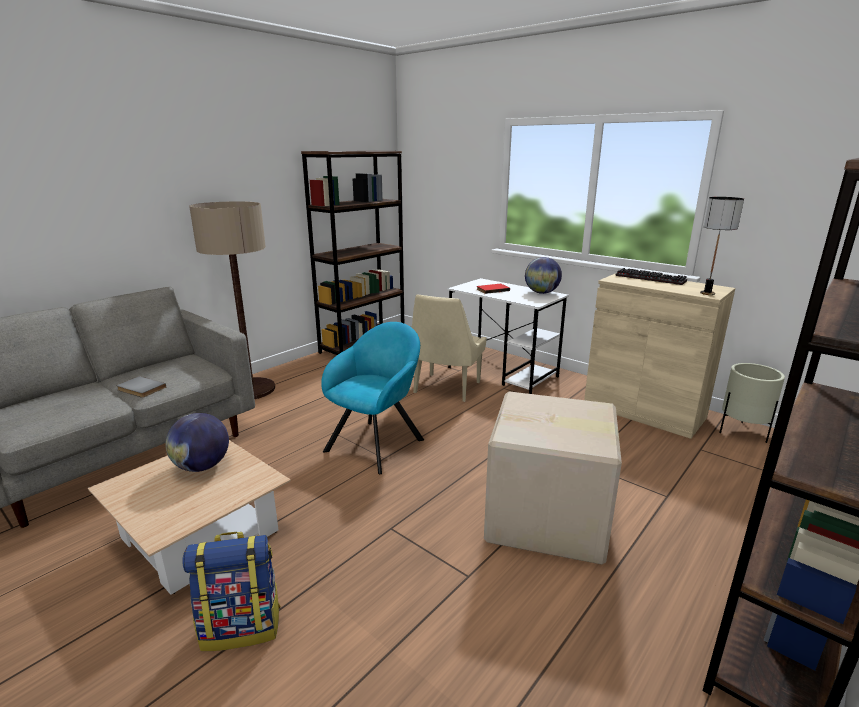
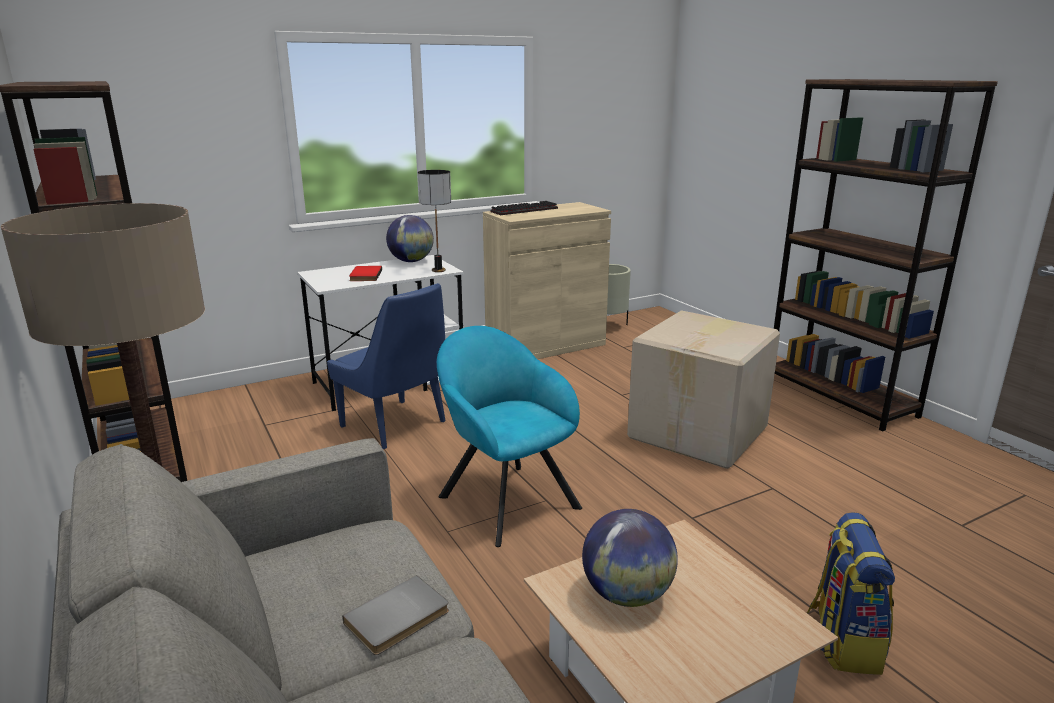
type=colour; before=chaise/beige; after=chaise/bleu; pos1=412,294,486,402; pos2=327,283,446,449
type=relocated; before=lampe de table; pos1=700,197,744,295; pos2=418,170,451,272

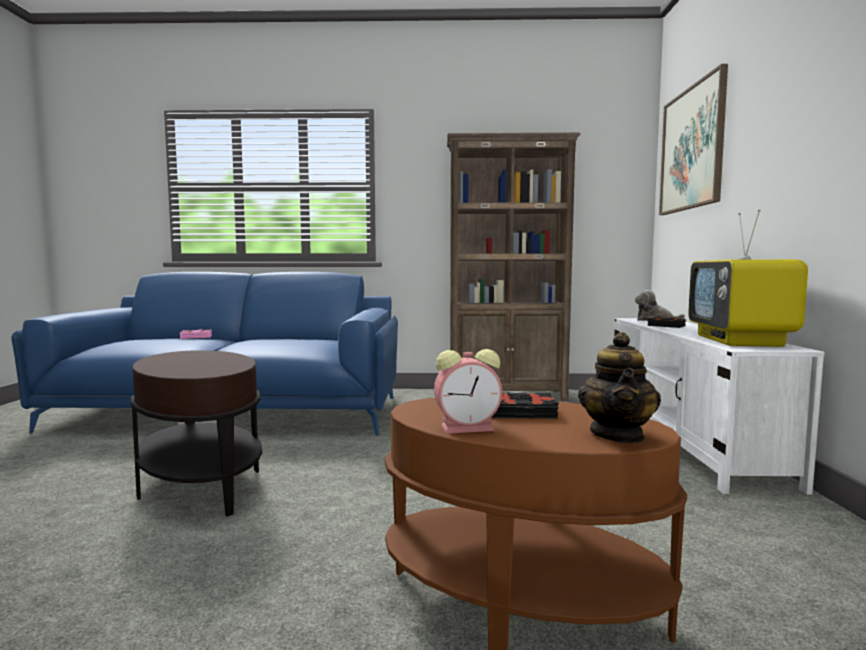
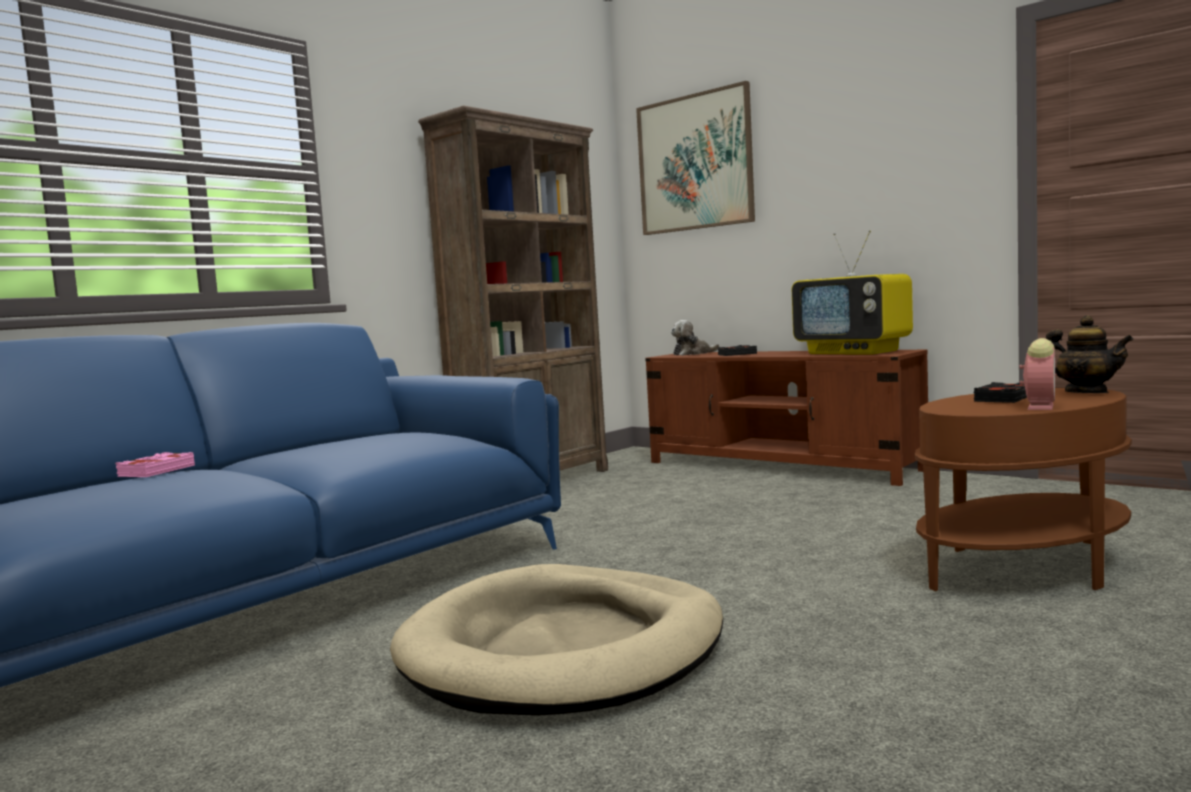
type=exchanged; before=table d'appoint/marron; after=panier pour chien/beige; pos1=131,350,262,516; pos2=390,564,723,716
type=colour; before=meuble télé/blanc; after=meuble télé/marron; pos1=614,318,825,495; pos2=645,350,928,486

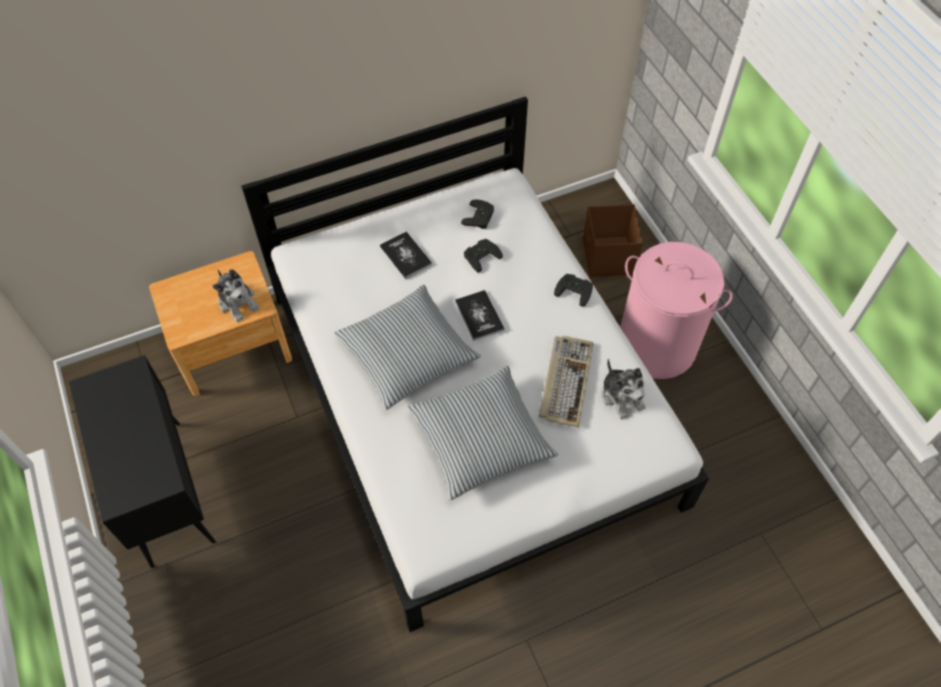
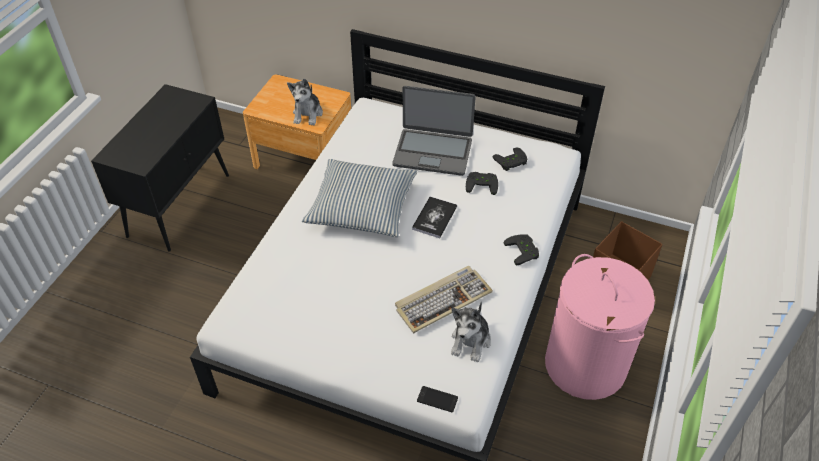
type=exchanged; before=livre; after=ordinateur portable; pos1=380,231,432,279; pos2=393,86,476,176
type=appeared; after=téléphone; pos2=417,386,458,413
type=missing; before=coussin; pos1=407,366,558,500

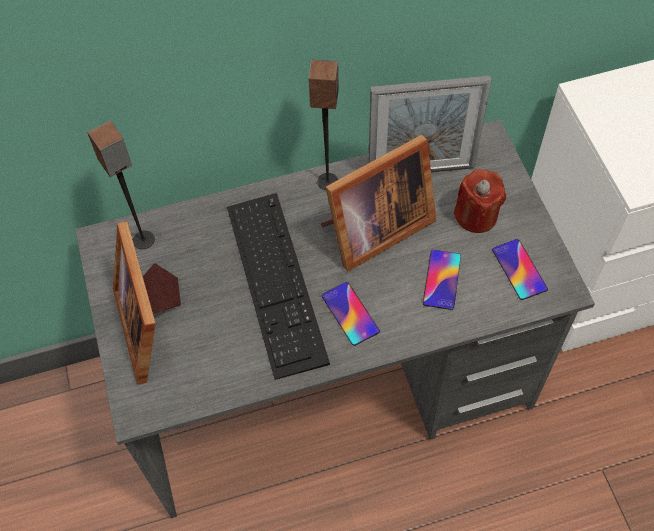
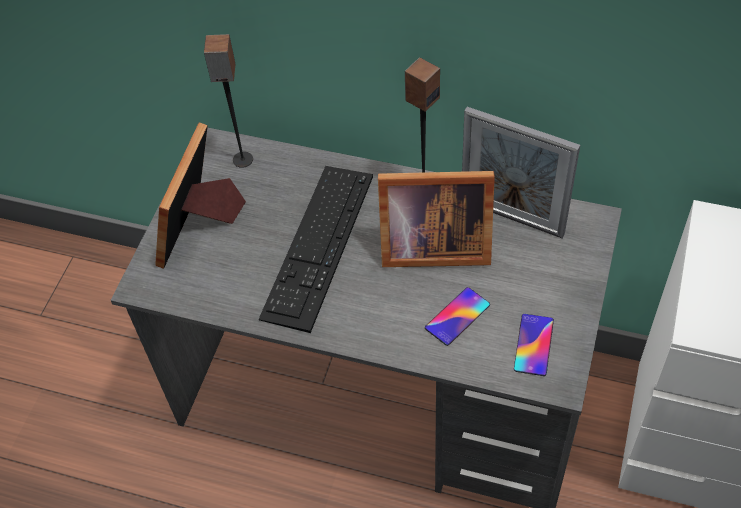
type=missing; before=téléphone; pos1=322,282,380,346
type=missing; before=bougie/rouge; pos1=454,169,506,233

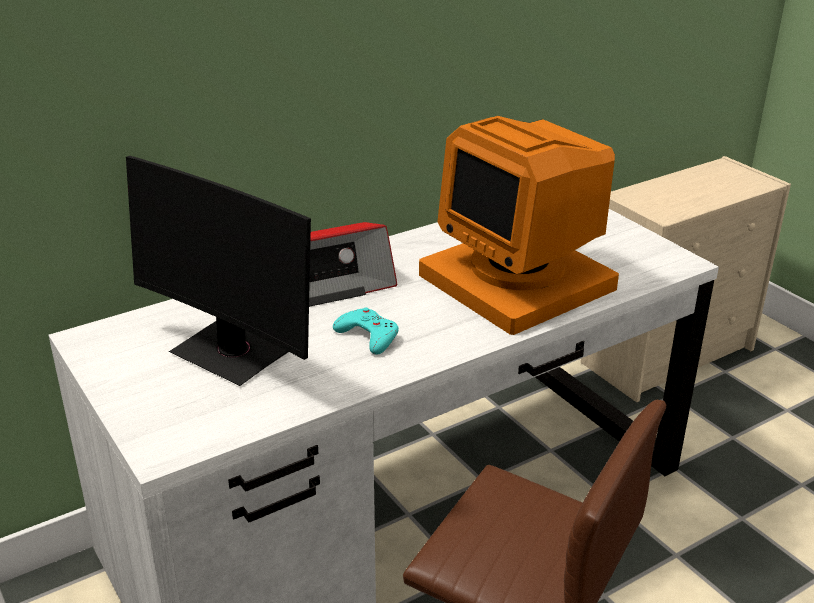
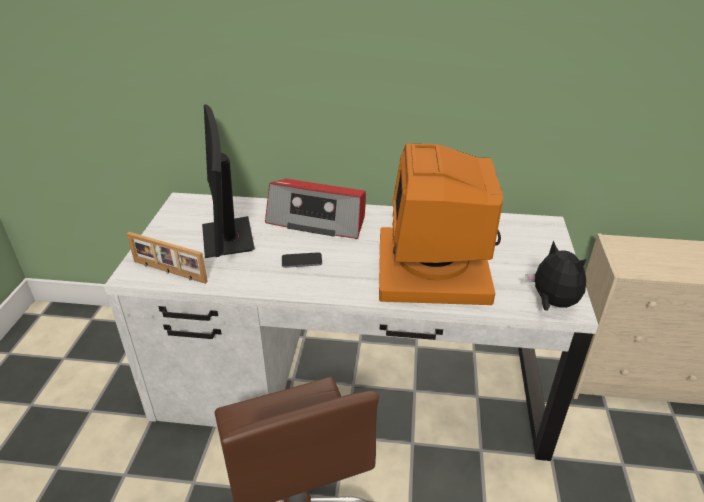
type=appeared; after=cadre photo; pos2=127,232,208,284
type=exchanged; before=manette/turquoise; after=téléphone; pos1=333,308,399,355; pos2=282,252,322,268
type=appeared; after=peluche; pos2=525,240,587,310

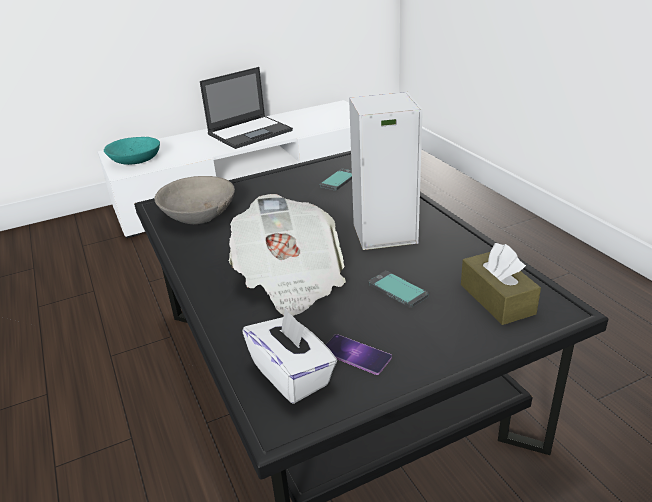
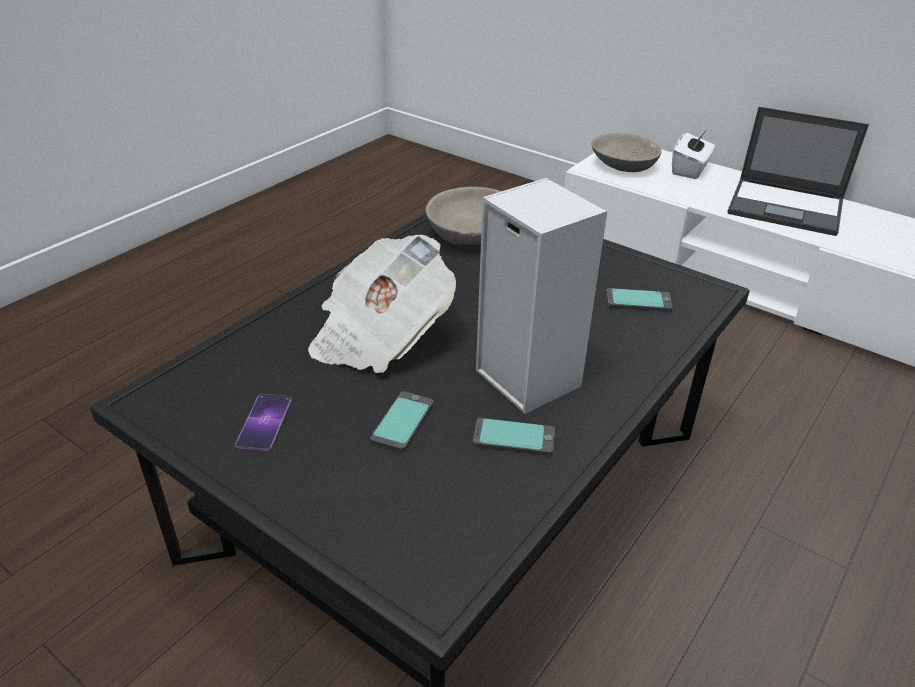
type=appeared; after=téléphone; pos2=473,418,555,456
type=colour; before=bol/turquoise; after=bol/gris; pos1=104,137,160,165; pos2=591,133,661,172
type=relocated; before=boîte à mouchoirs/blanc; pos1=243,307,337,404; pos2=672,131,715,179
type=missing; before=boîte à mouchoirs/marron; pos1=461,243,541,325

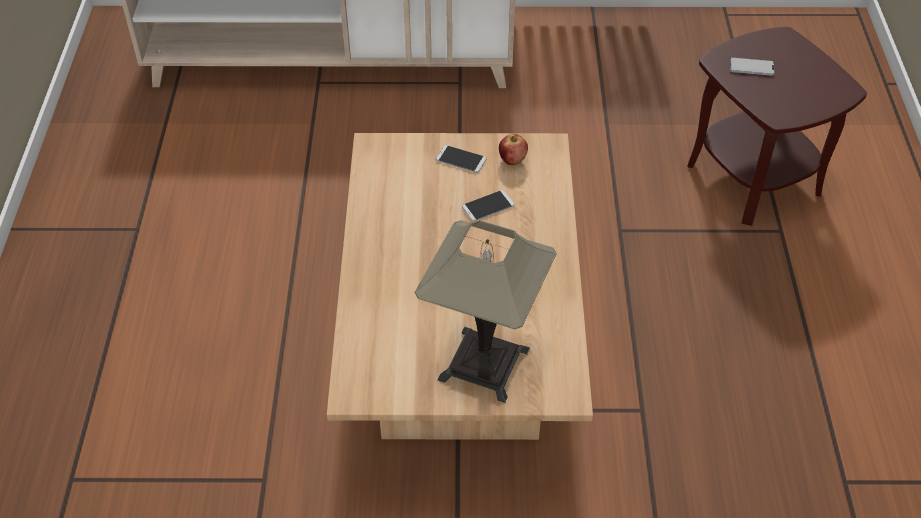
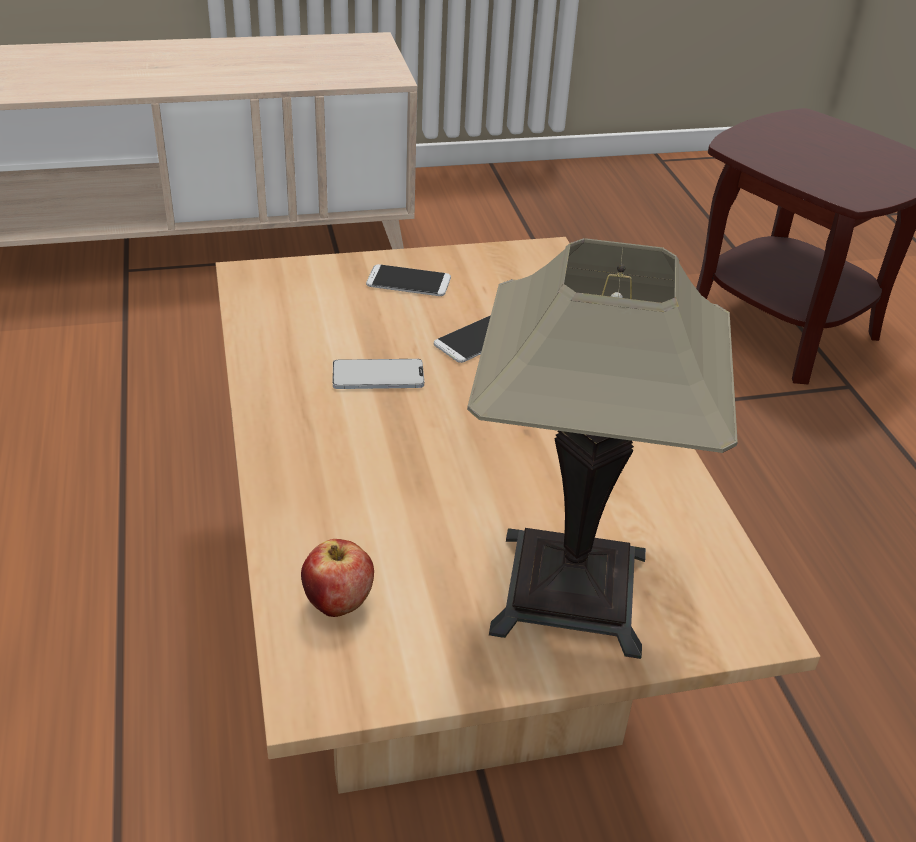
type=relocated; before=pomme; pos1=499,134,528,165; pos2=301,539,374,617
type=relocated; before=téléphone; pos1=730,57,774,76; pos2=333,359,424,389

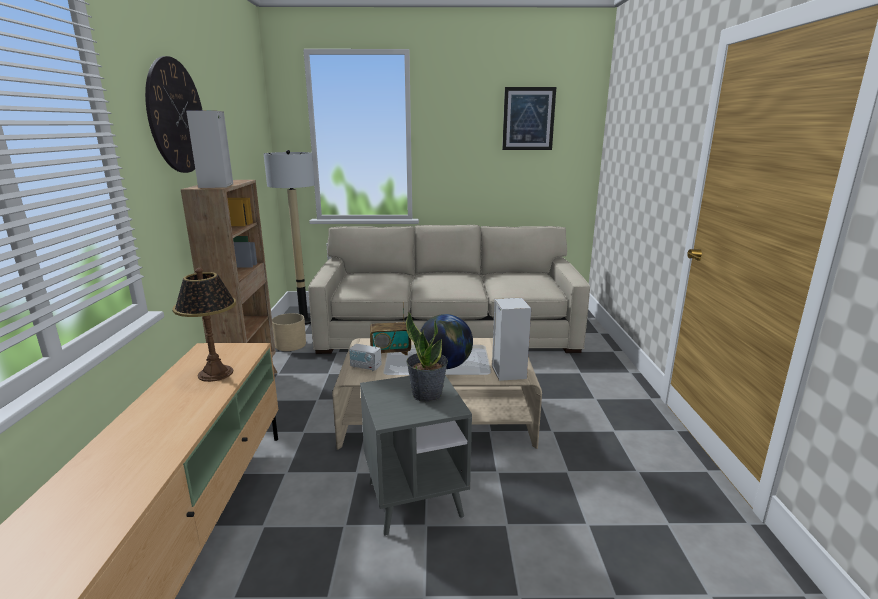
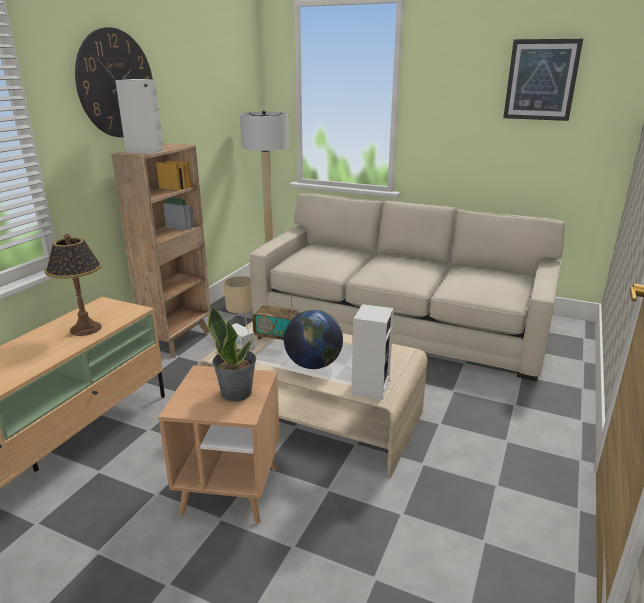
type=colour; before=table d'appoint/gris; after=table d'appoint/marron; pos1=360,375,472,536; pos2=158,365,280,524

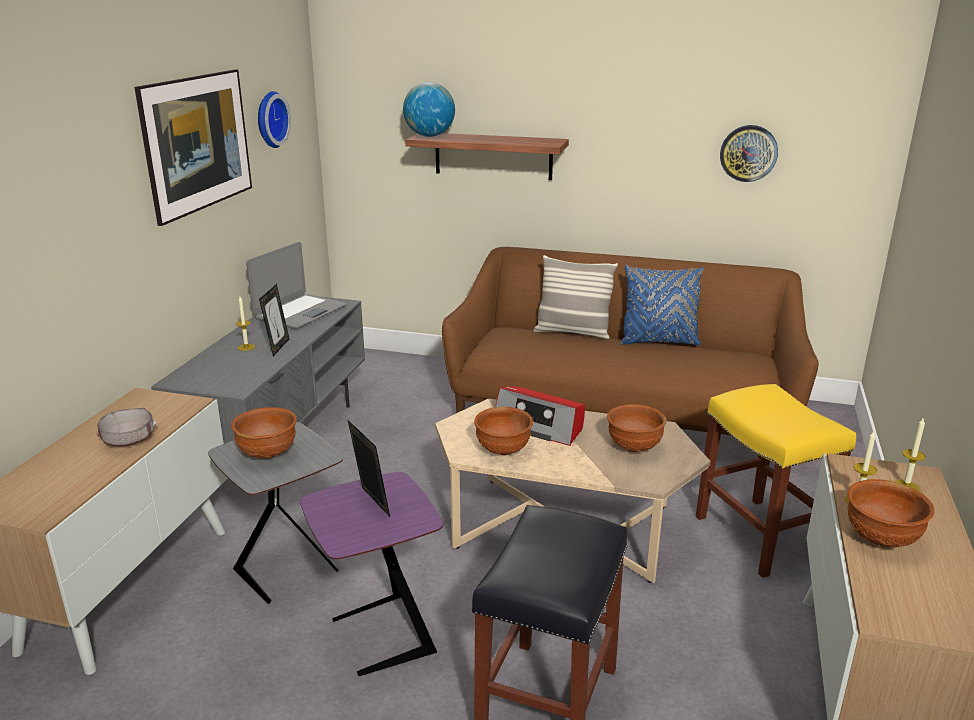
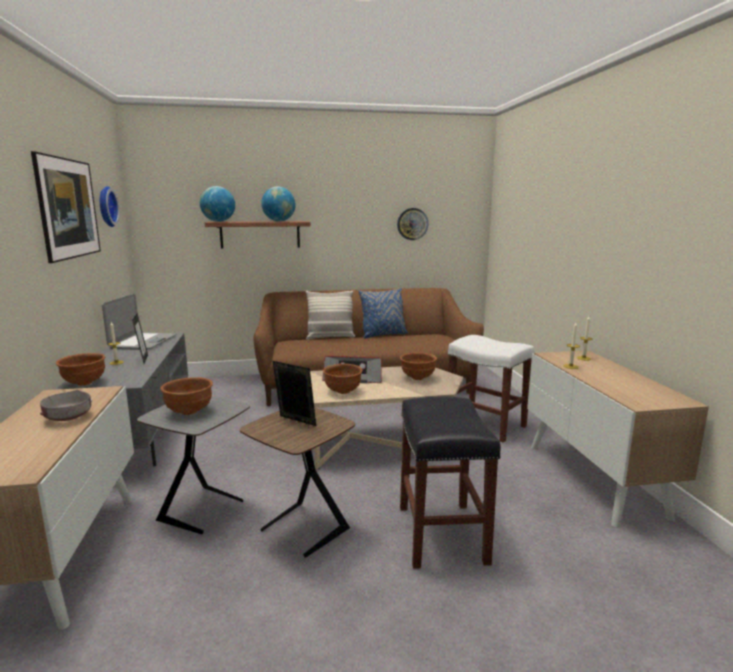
type=relocated; before=bol/marron; pos1=847,479,934,548; pos2=56,353,105,386
type=colour; before=table d'appoint/violet; after=table d'appoint/marron; pos1=300,472,443,676; pos2=240,408,355,558
type=appeared; after=globe; pos2=261,186,296,222
type=colour; before=tabouret/jaune; after=tabouret/blanc; pos1=696,384,856,578; pos2=448,335,534,443

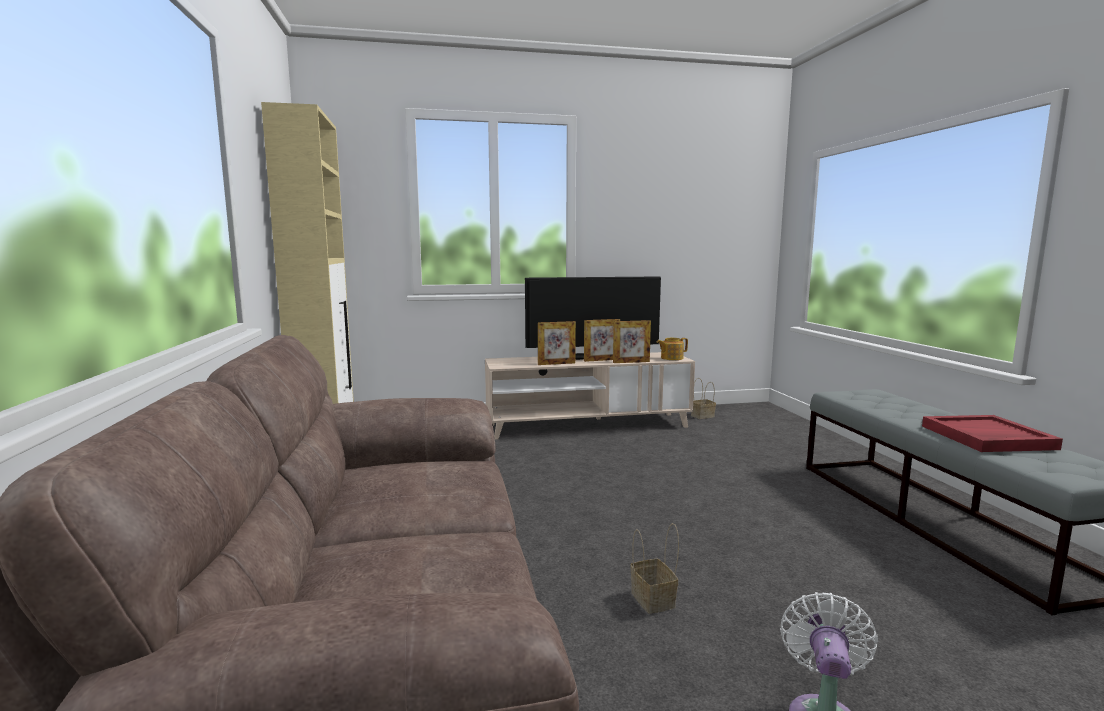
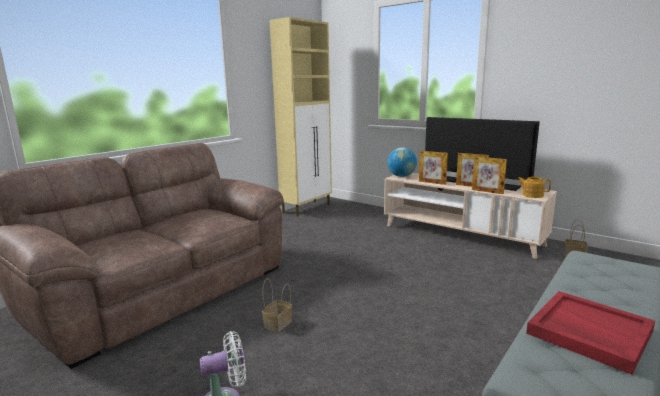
type=appeared; after=globe; pos2=387,147,417,177

